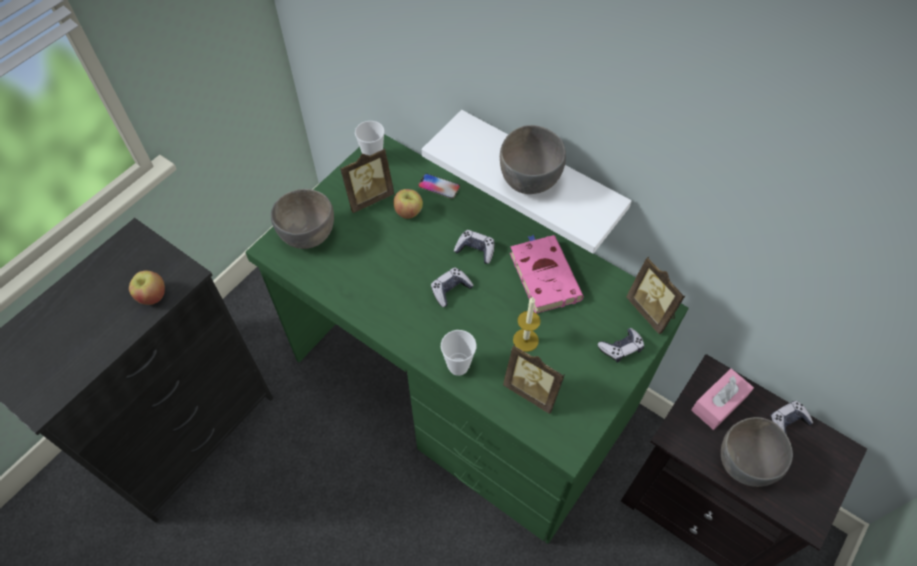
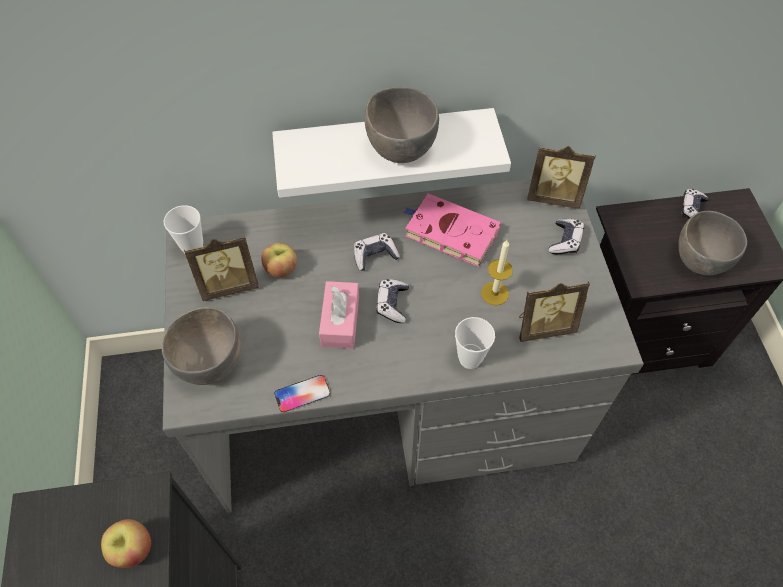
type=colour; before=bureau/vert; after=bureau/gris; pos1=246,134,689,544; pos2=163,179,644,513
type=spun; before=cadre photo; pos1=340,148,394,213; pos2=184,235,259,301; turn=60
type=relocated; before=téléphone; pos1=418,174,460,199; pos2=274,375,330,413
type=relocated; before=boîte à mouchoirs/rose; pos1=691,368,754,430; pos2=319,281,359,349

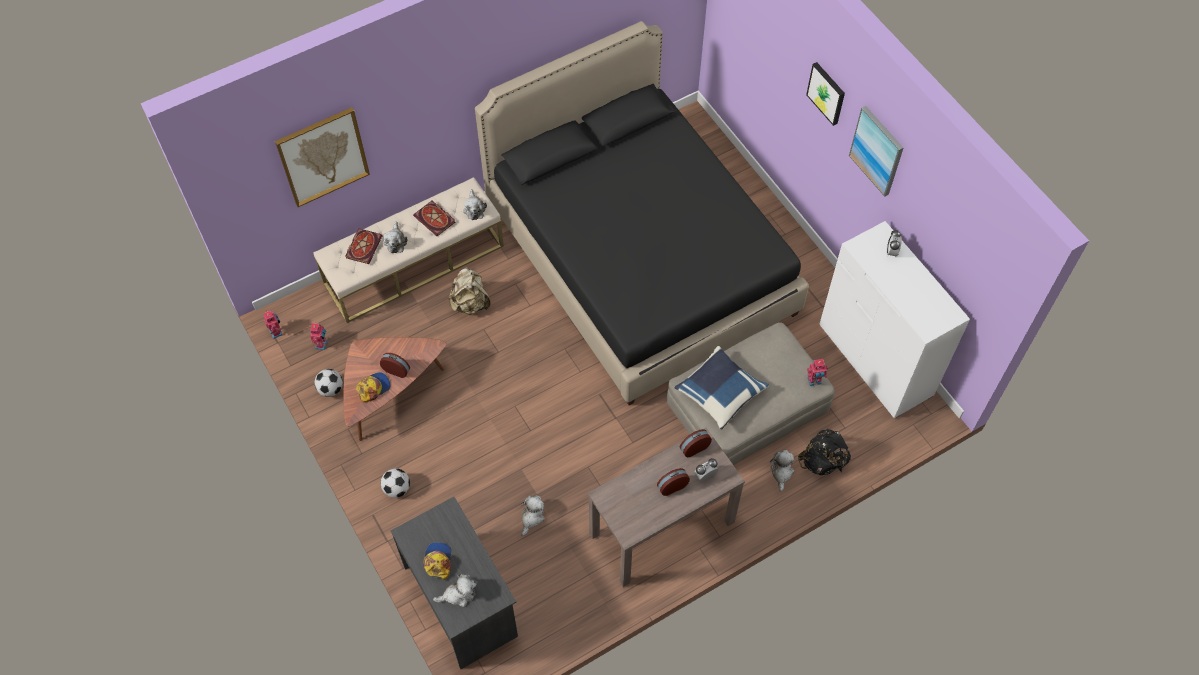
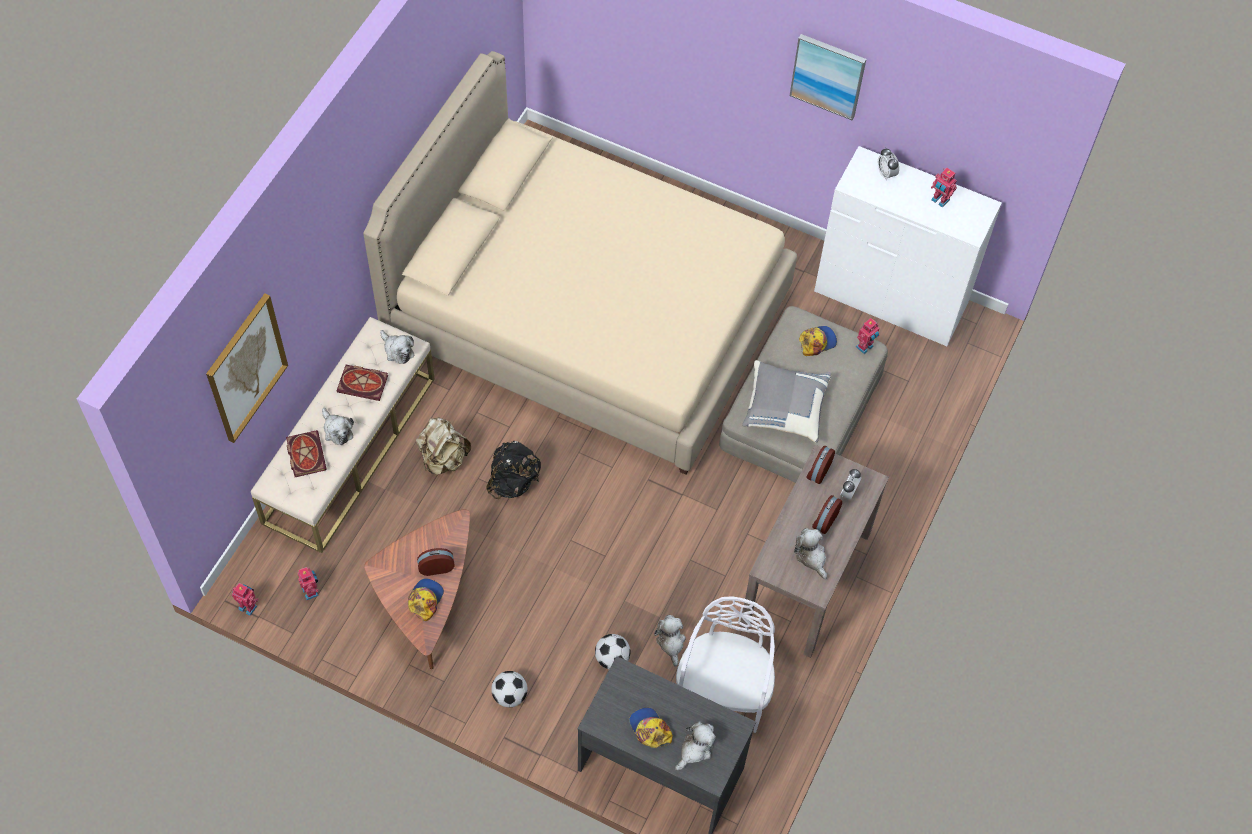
type=colour; before=lit/noir; after=lit/beige; pos1=475,21,809,405; pos2=363,51,797,475
type=relocated; before=sac à dos/noir; pos1=798,428,851,475; pos2=486,441,541,499
type=relocated; before=ballon de foot; pos1=314,369,343,397; pos2=595,634,630,669
type=appeared; after=chaise/blanc; pos2=676,596,775,733
type=colour; before=coussin/bleu; after=coussin/gris; pos1=675,346,769,430; pos2=742,360,831,443
type=relocated; before=peluche; pos1=770,450,794,492; pos2=794,528,827,579
type=appeared; after=casquette; pos2=799,326,837,356
type=appeared; after=robot jouet; pos2=931,168,957,208
type=missing; before=tableau; pos1=806,62,845,126

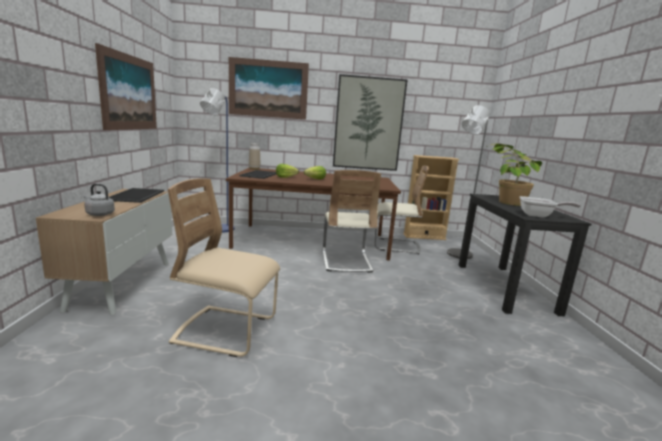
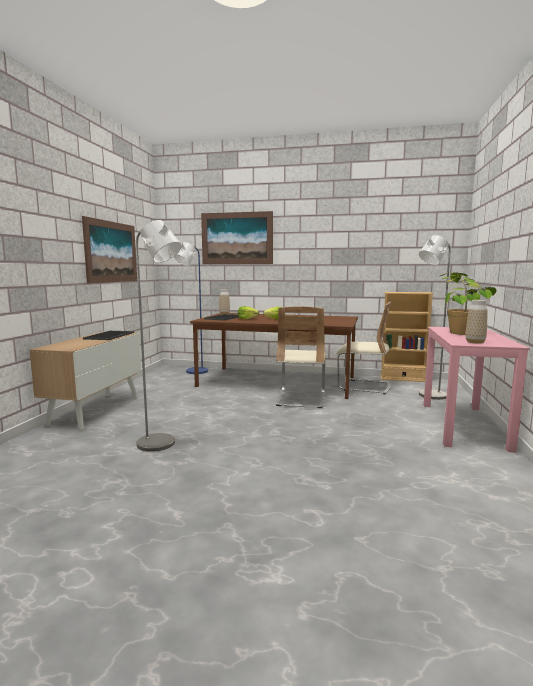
type=exchanged; before=chaise/beige; after=lampadaire/gris; pos1=168,178,280,357; pos2=136,220,182,452
type=colour; before=bureau/noir; after=bureau/rose; pos1=458,194,591,316; pos2=424,327,530,453
type=exchanged; before=poêle; after=vase; pos1=520,196,580,217; pos2=465,300,488,344
type=missing; before=bouilloire/gris; pos1=84,184,115,216
type=missing; before=tableau; pos1=333,74,407,171

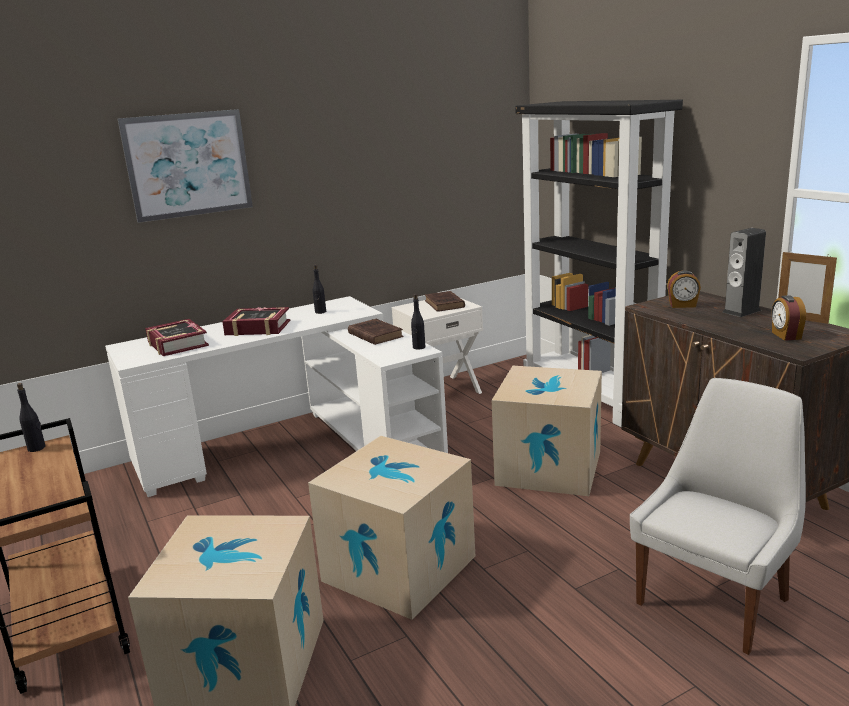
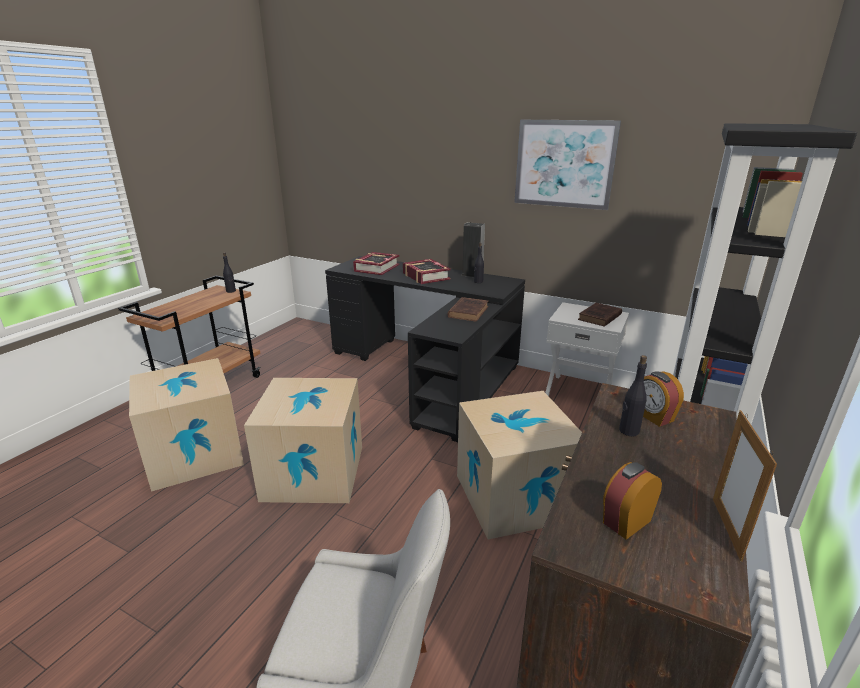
type=colour; before=bureau/blanc; after=bureau/noir; pos1=105,296,448,497; pos2=325,256,525,442
type=relocated; before=enceinte; pos1=722,228,766,317; pos2=461,222,485,277
type=relocated; before=tableau; pos1=118,109,253,223; pos2=514,120,621,210
type=relocated; before=bouteille/noir; pos1=411,294,425,350; pos2=619,355,647,437

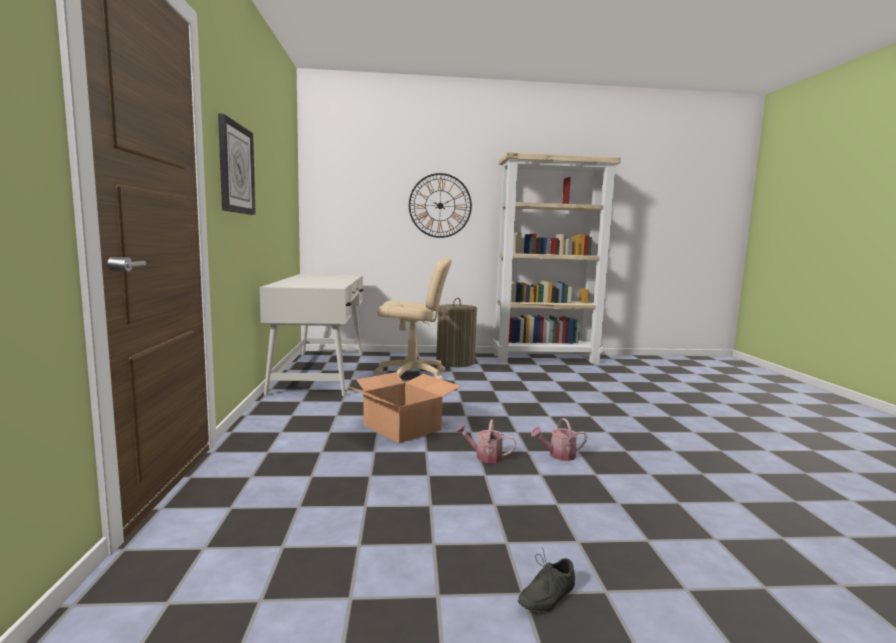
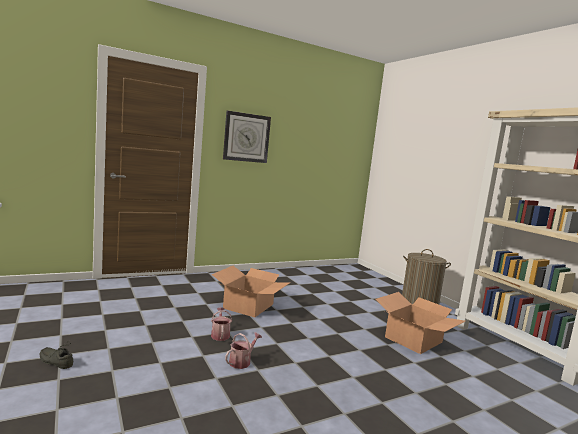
type=spun; before=arrosoir; pos1=531,418,587,461; pos2=225,332,262,369; turn=75
type=appeared; after=carton; pos2=376,292,465,354
type=missing; before=bureau/blanc; pos1=260,274,364,396
type=missing; before=chaise de bureau/beige; pos1=374,258,452,380
type=missing; before=horloge murale; pos1=409,173,472,238

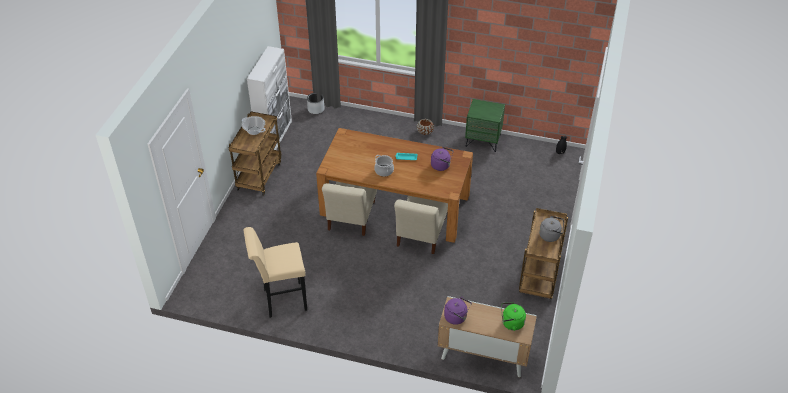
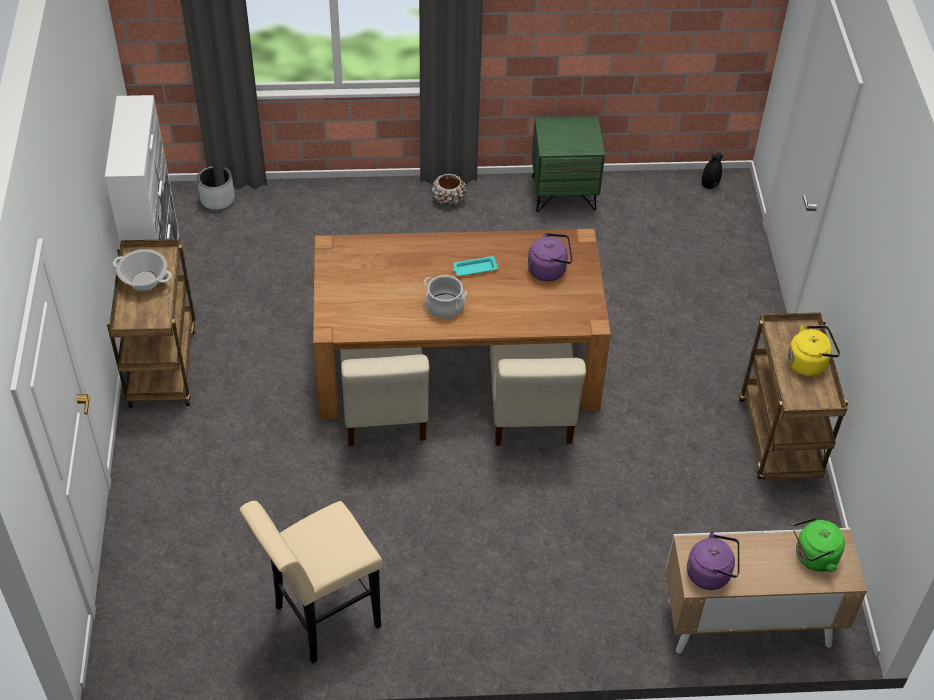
type=colour; before=bouilloire/gris; after=bouilloire/jaune; pos1=539,216,564,242; pos2=787,325,840,376

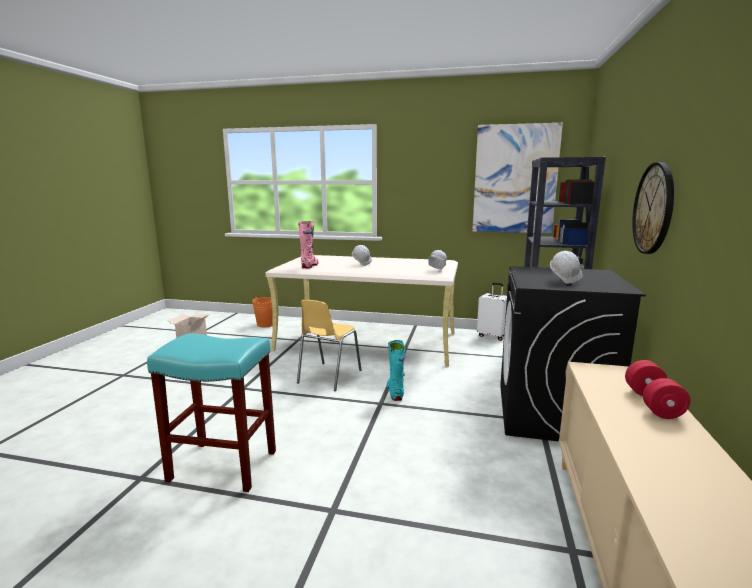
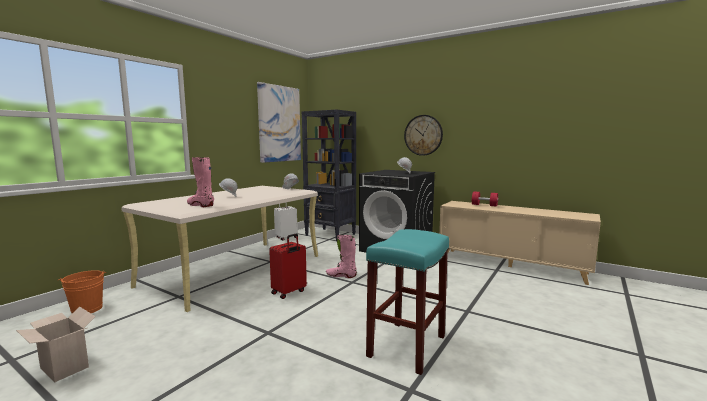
type=exchanged; before=chaise/jaune; after=valise/rouge; pos1=297,300,362,391; pos2=269,234,307,299
type=colour; before=botte/turquoise; after=botte/rose; pos1=387,340,405,401; pos2=326,235,357,278

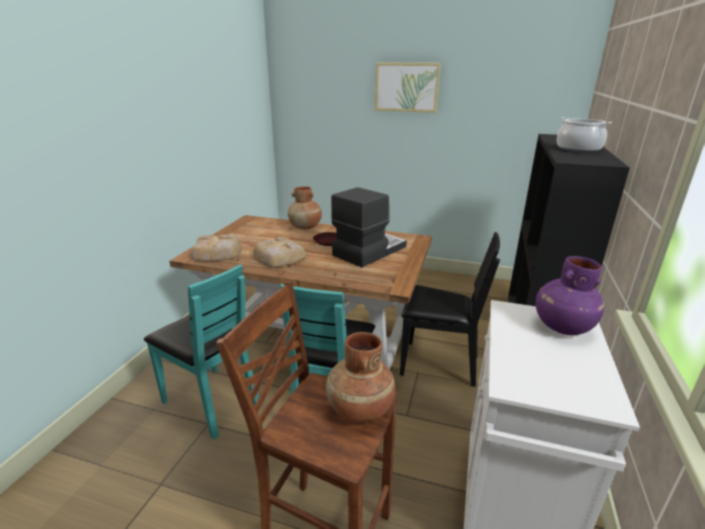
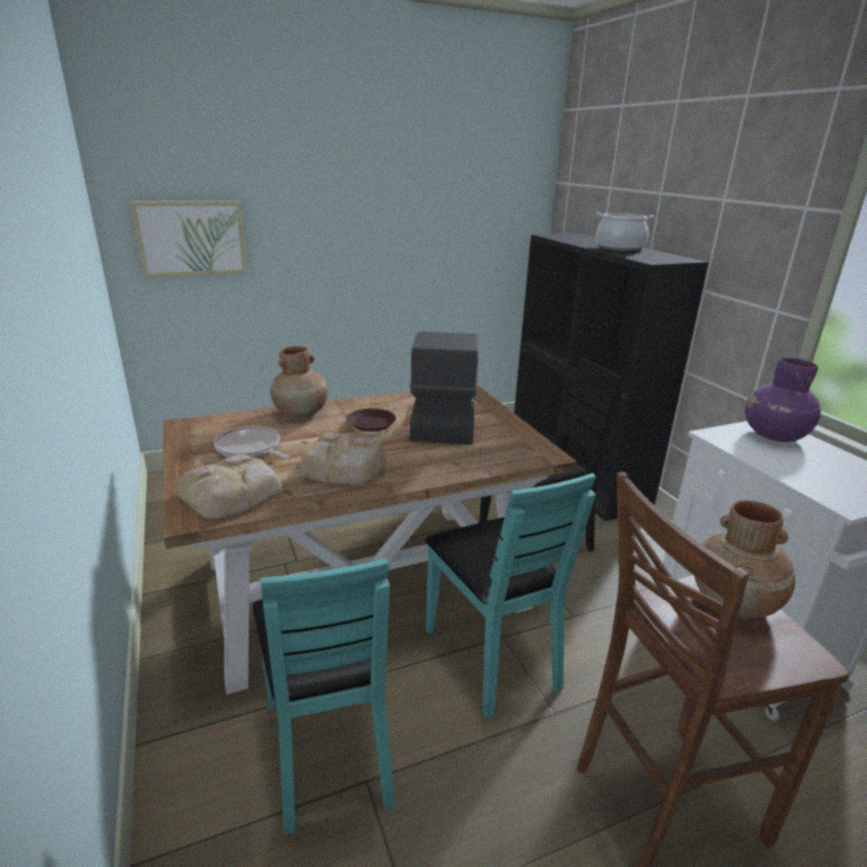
type=relocated; before=tableau; pos1=375,62,441,113; pos2=131,201,247,278
type=appeared; after=poêle; pos2=214,426,289,459
type=spun; before=chaise/turquoise; pos1=144,264,259,439; pos2=252,558,395,835; turn=75

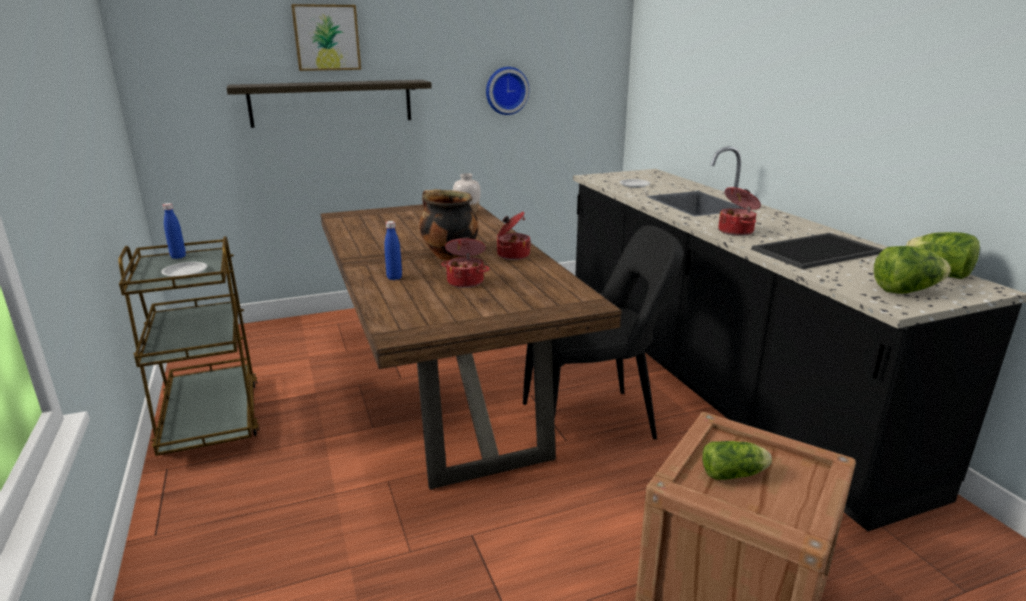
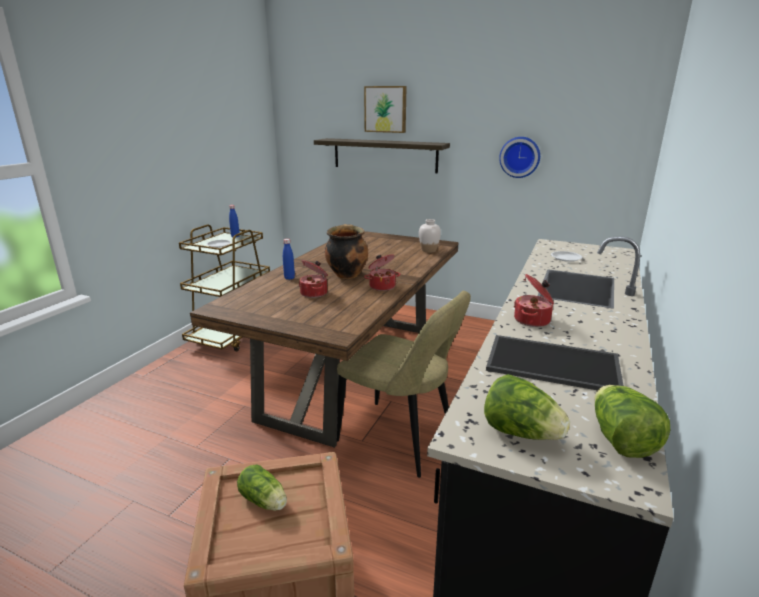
type=colour; before=chaise/noir; after=chaise/beige; pos1=523,225,683,439; pos2=337,291,471,478

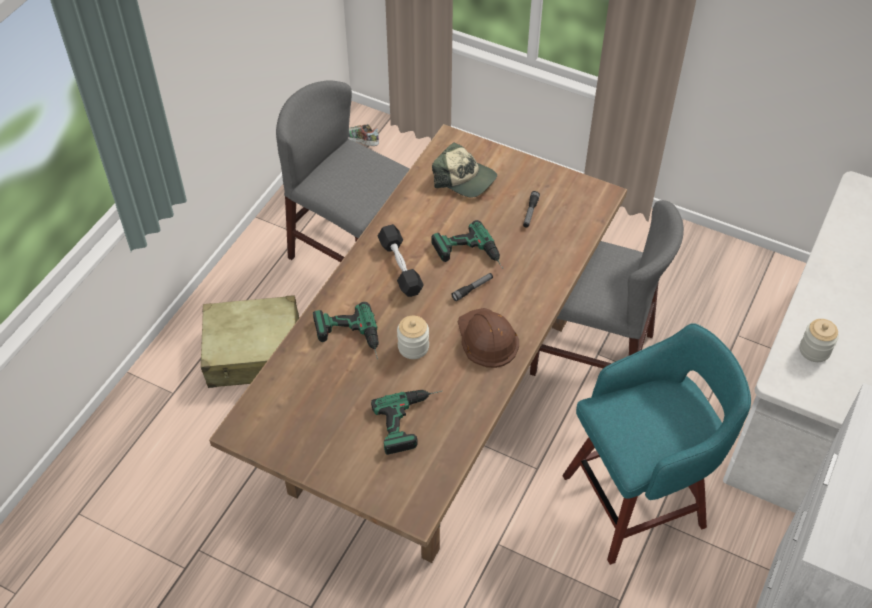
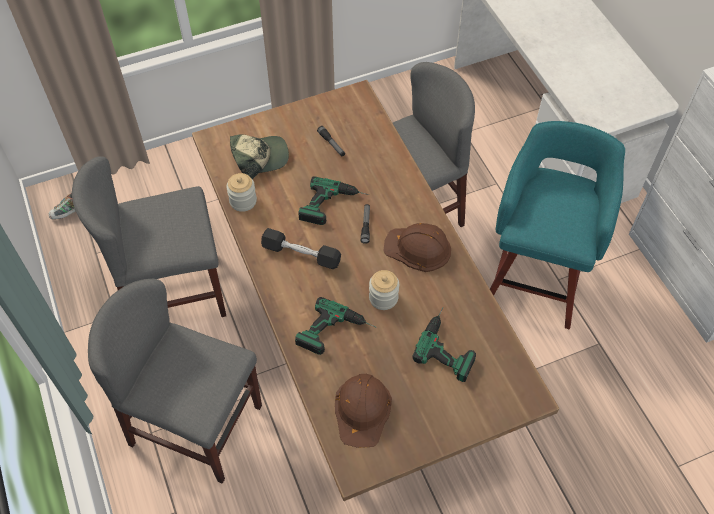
type=exchanged; before=valise/beige; after=chaise/gris; pos1=201,295,299,388; pos2=88,279,262,484
type=relocated; before=bocal; pos1=800,319,839,362; pos2=226,173,257,212
type=appeared; after=casque de chantier/marron; pos2=335,374,392,448

